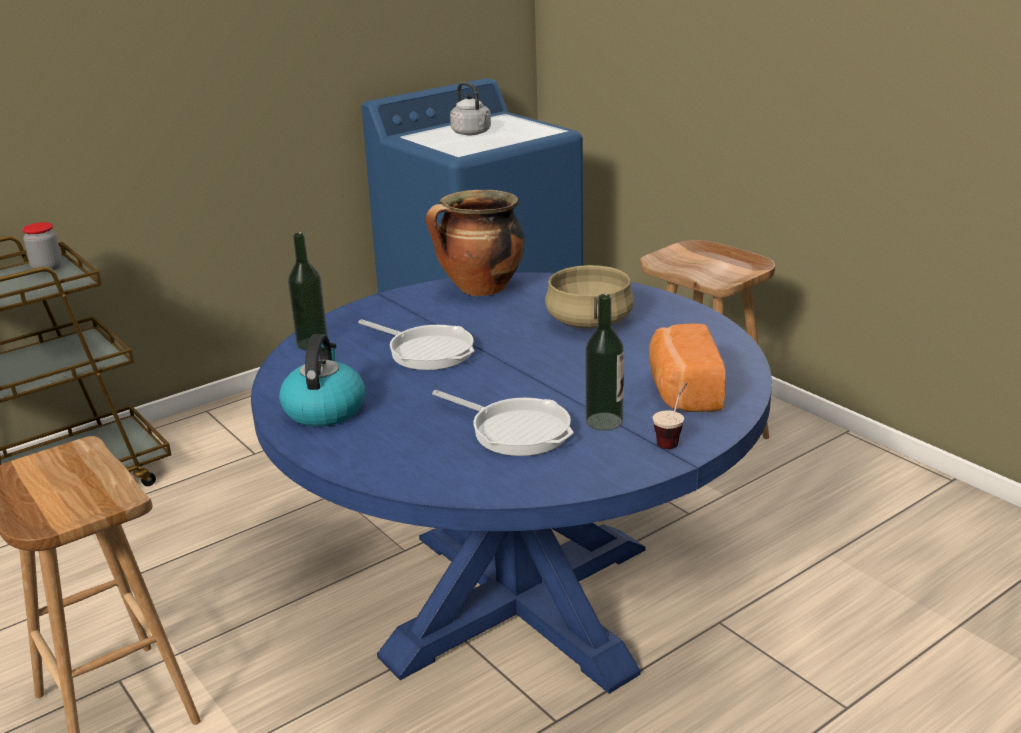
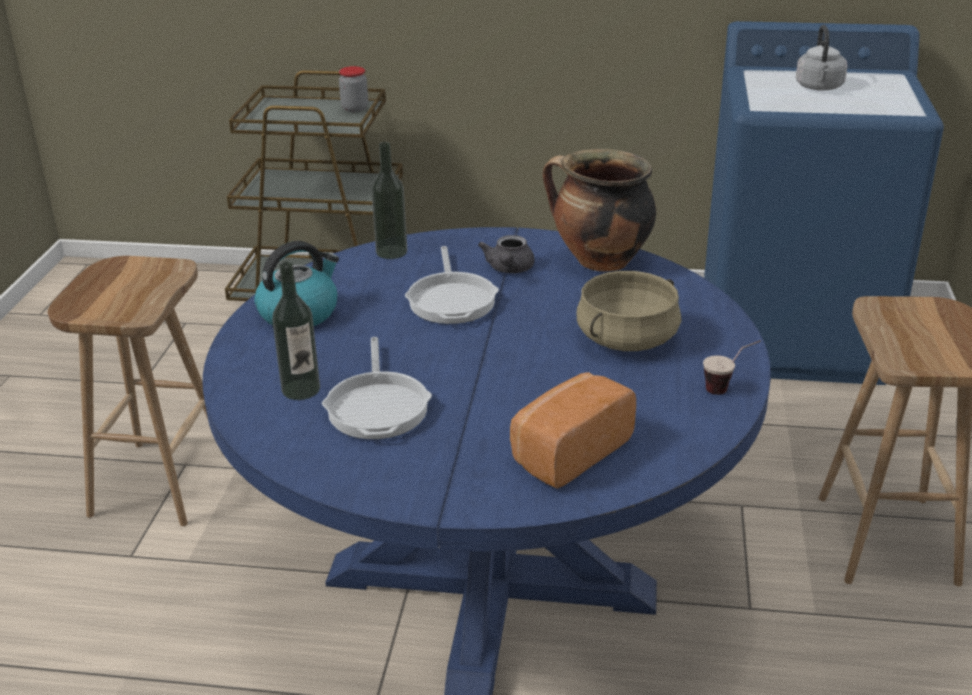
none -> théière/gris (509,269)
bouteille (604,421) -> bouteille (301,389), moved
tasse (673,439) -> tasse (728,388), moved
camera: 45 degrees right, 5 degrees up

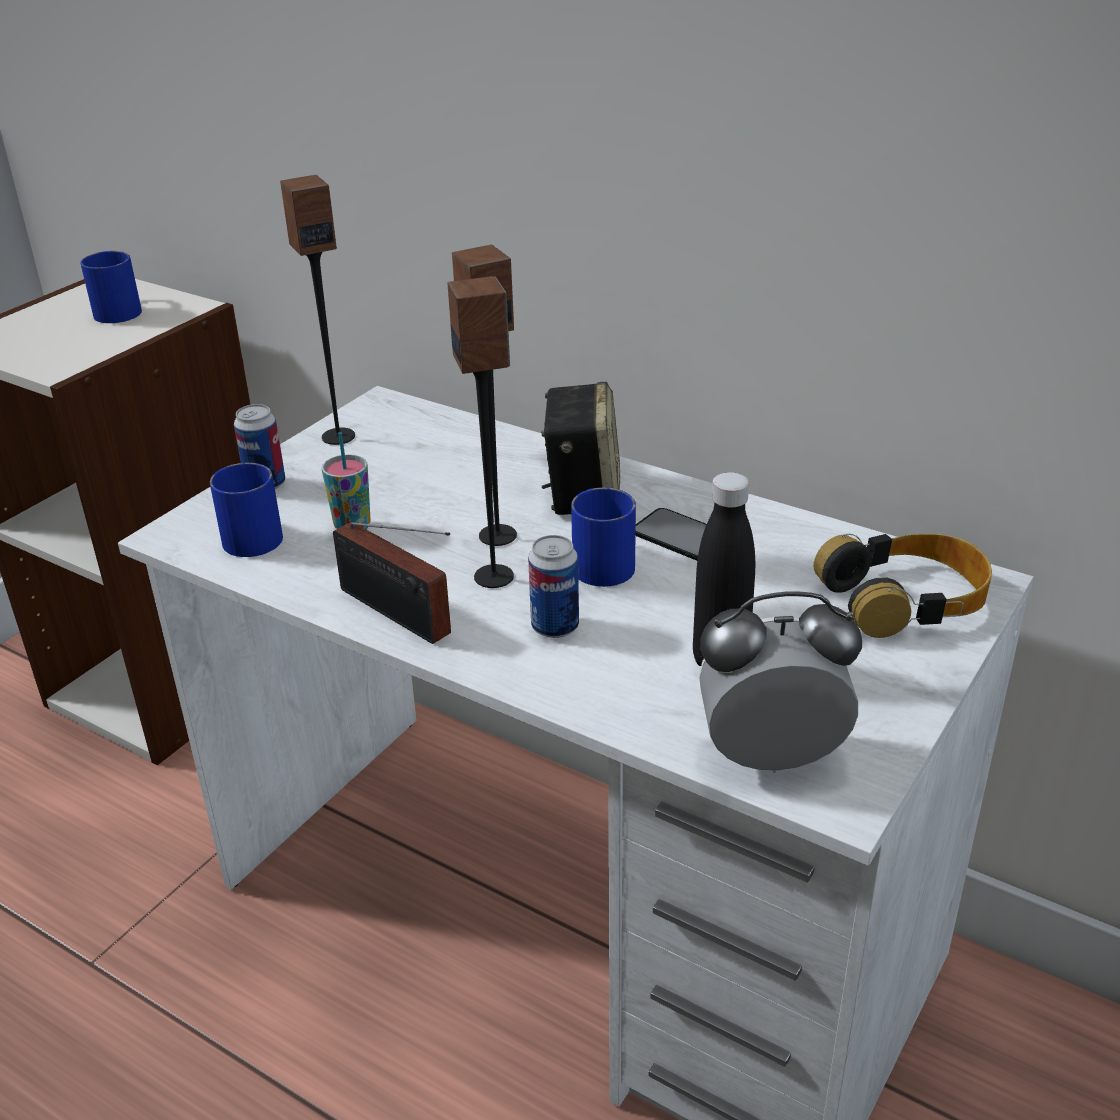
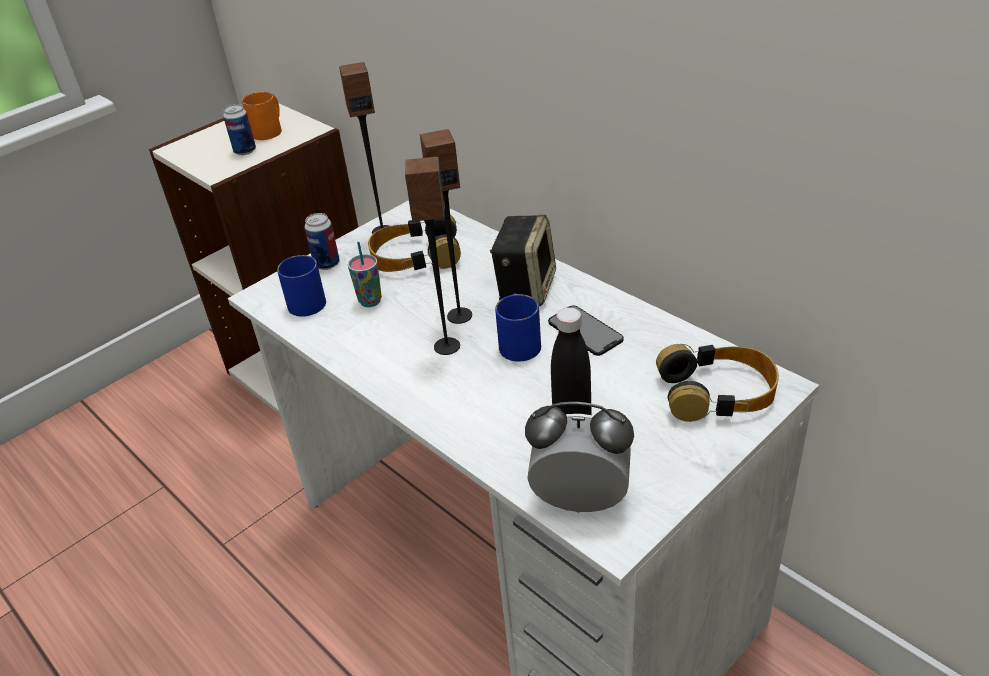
radio (399,615) -> none
none -> casque audio (415,256)
boîte métallique (555,627) -> boîte métallique (245,151), moved
mug/bleu (122,309) -> mug/orange (270,130)
camera: 15 degrees right, 5 degrees up

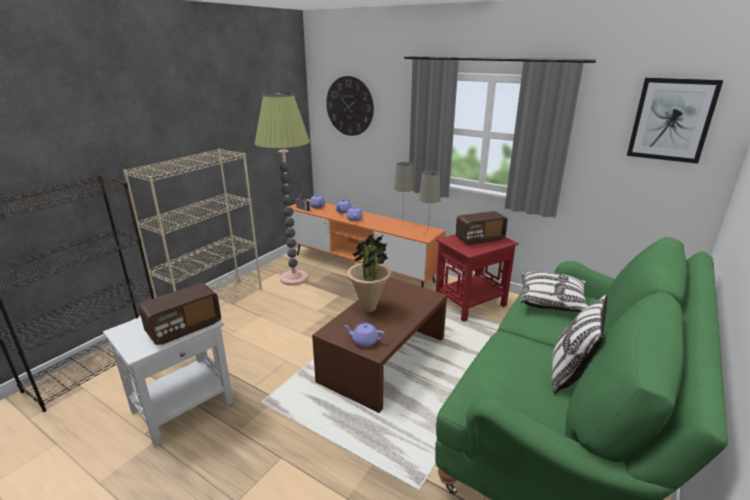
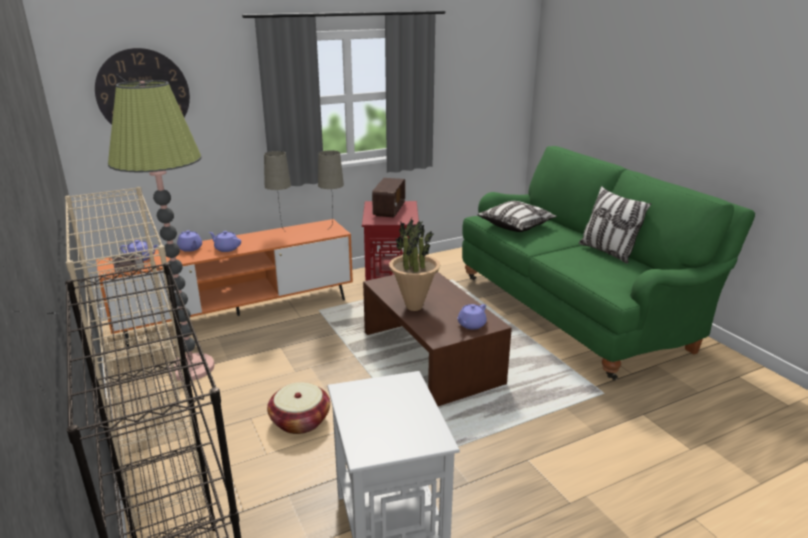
radio (184,328) -> none
tableau (671,120) -> none
none -> panier (300,421)
camera: 60 degrees left, 0 degrees up

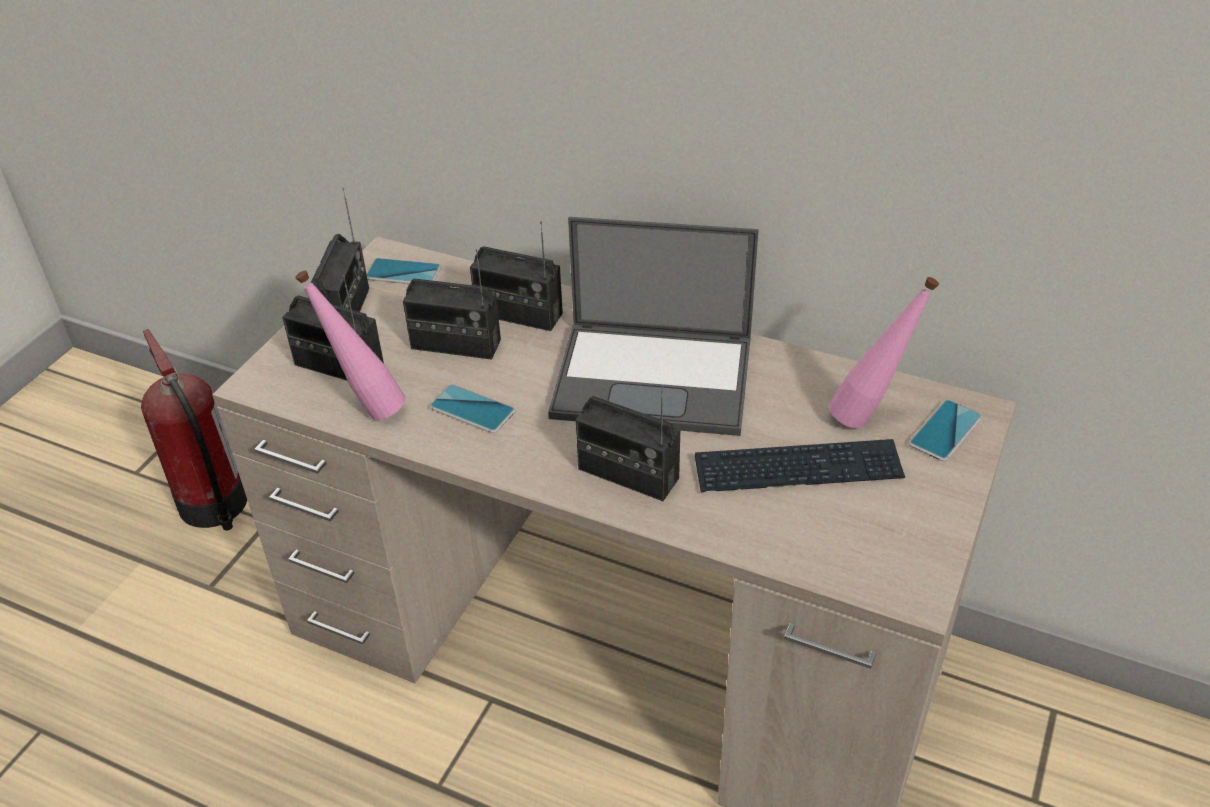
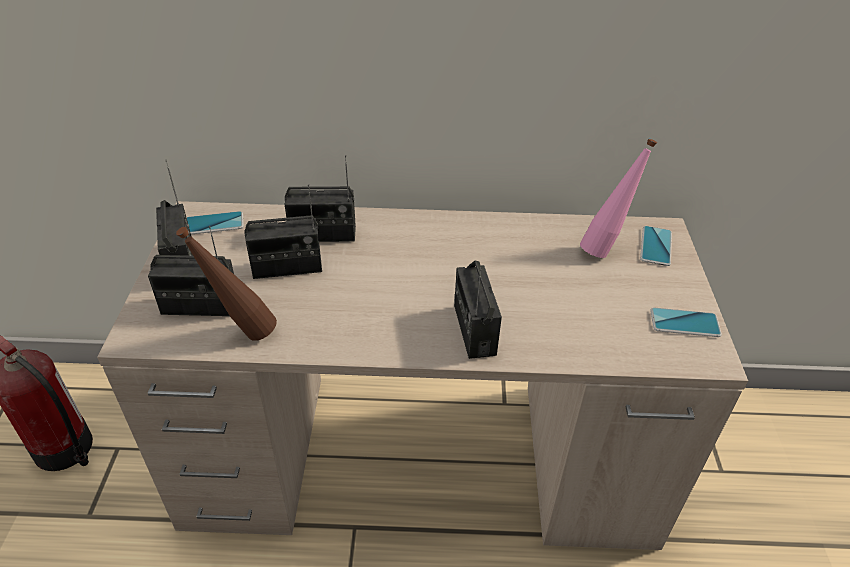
ordinateur portable (656,377) -> none
clavier (798,469) -> none
téléphone (472,409) -> téléphone (684,323), moved
bouteille/rose (366,408) -> bouteille/marron (242,333)
radio (628,474) -> radio (474,330), 75 degrees clockwise
camera: 25 degrees left, 0 degrees up

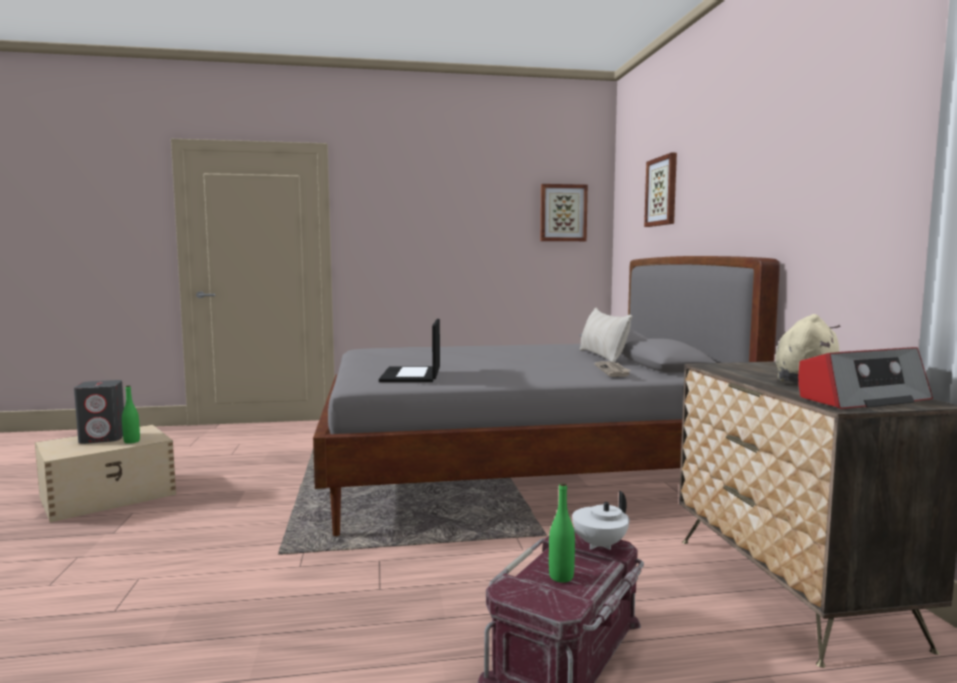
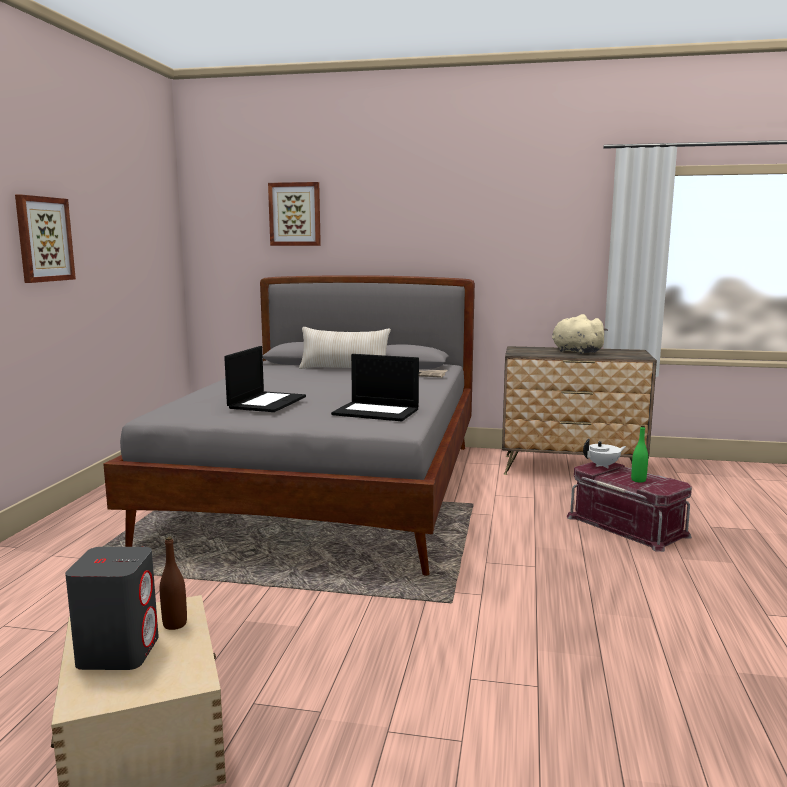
radio (861,399) -> none
none -> ordinateur portable (267,402)
tableau (563,213) -> tableau (43,239), moved
bouteille/vert (132,441) -> bouteille/marron (175,624)
théière/blanc (598,545) -> théière/blanc (603,465), 90 degrees counterclockwise
camera: 70 degrees left, 5 degrees up

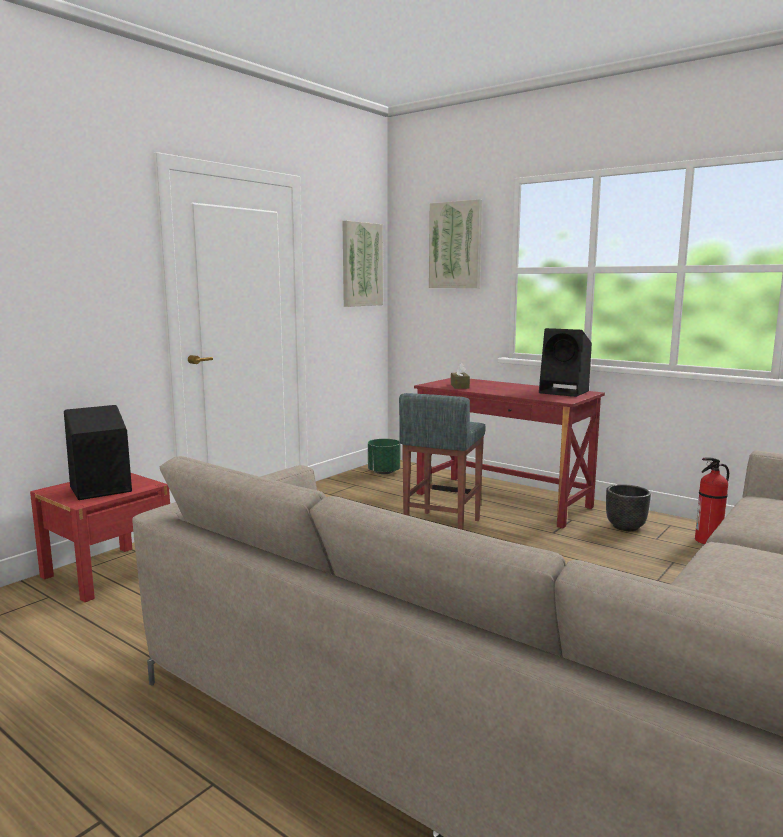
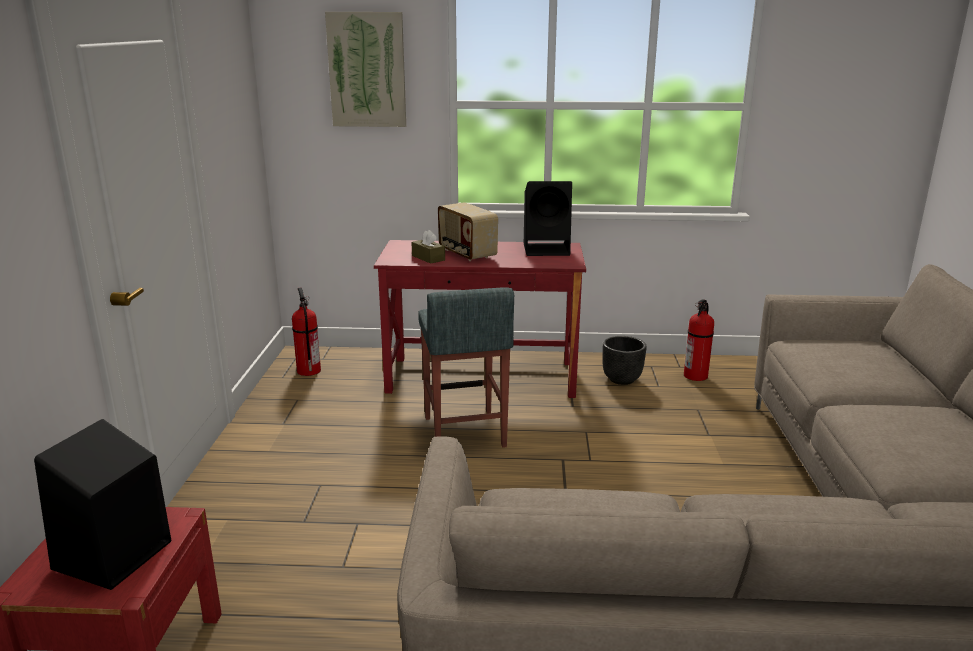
tableau (361,264) -> none
none -> radio (466,253)
cache-pot/vert (384,472) -> extincteur (308,370)
camera: 35 degrees left, 10 degrees up

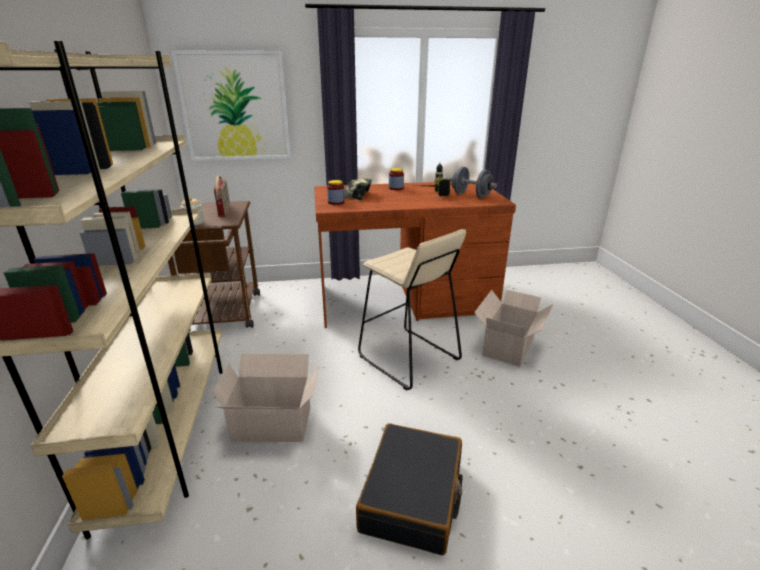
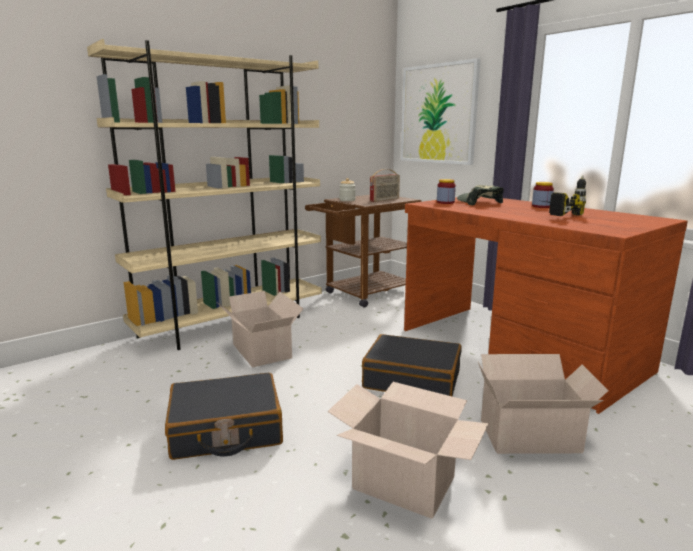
haltère/gris (471,195) -> none
none -> carton (403,483)
tabouret/beige (408,358) -> valise/noir (412,379)
camera: 60 degrees right, 10 degrees down

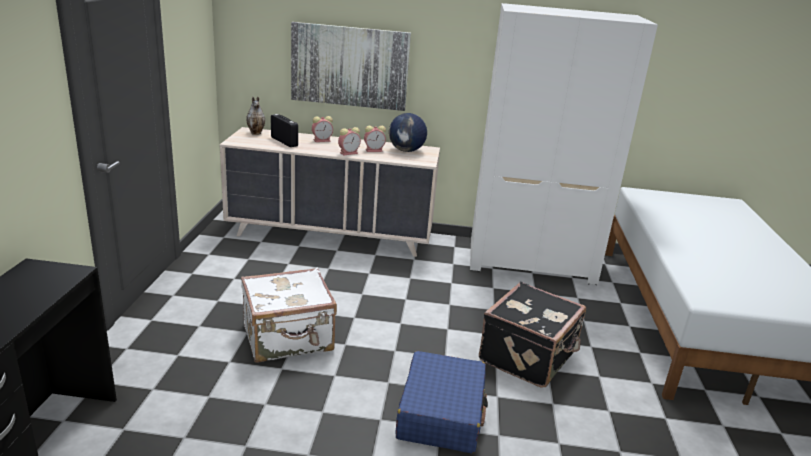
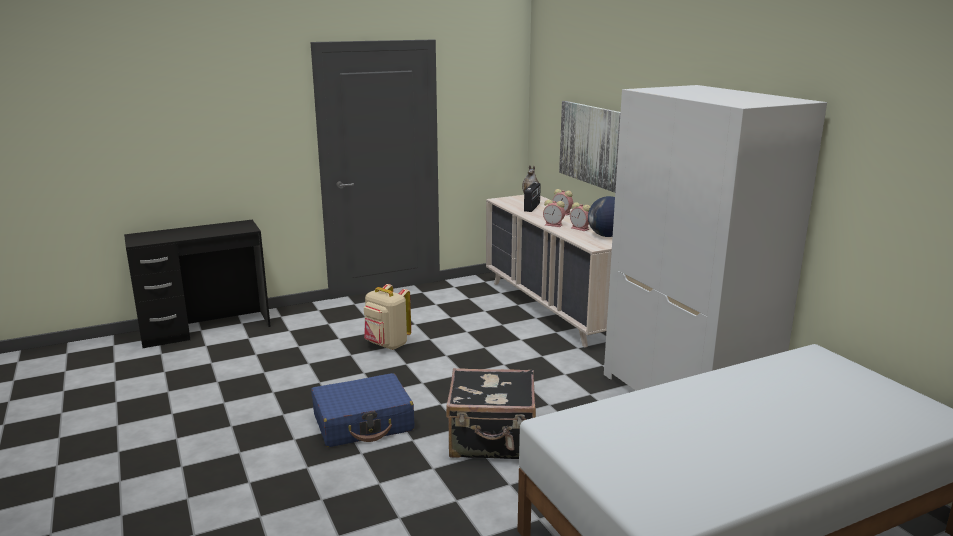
valise/blanc (288,339) -> sac à dos/beige (387,345)
camera: 60 degrees right, 5 degrees down

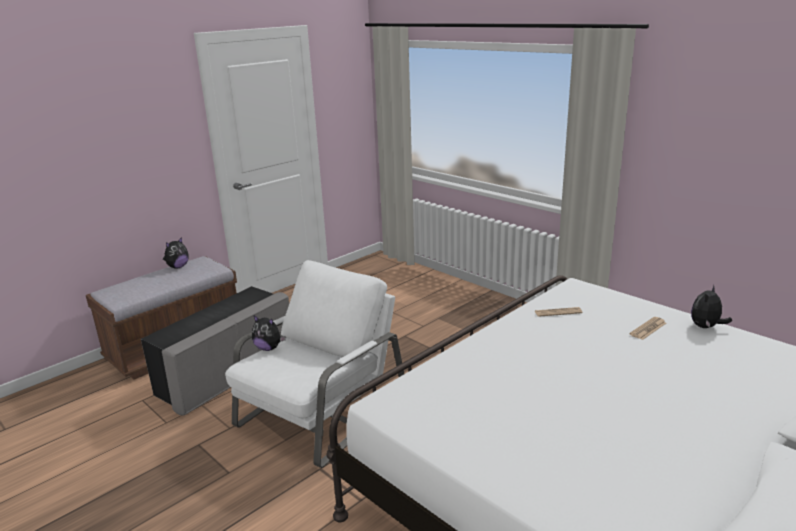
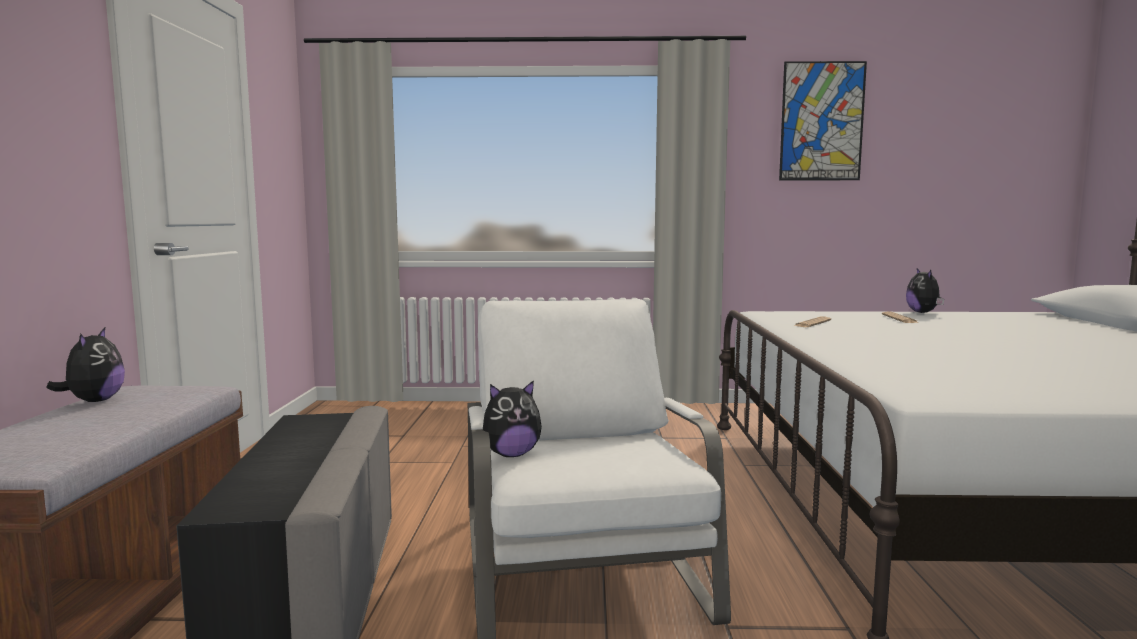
none -> tableau (821,121)
camera: 45 degrees left, 15 degrees down

